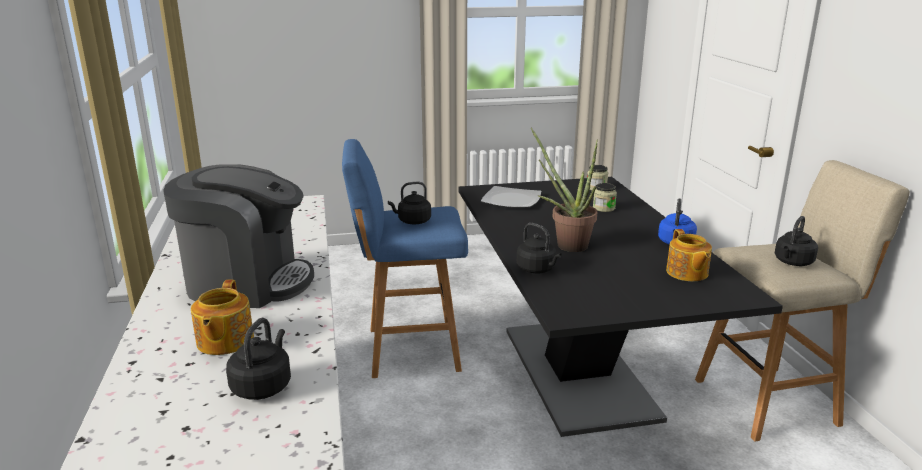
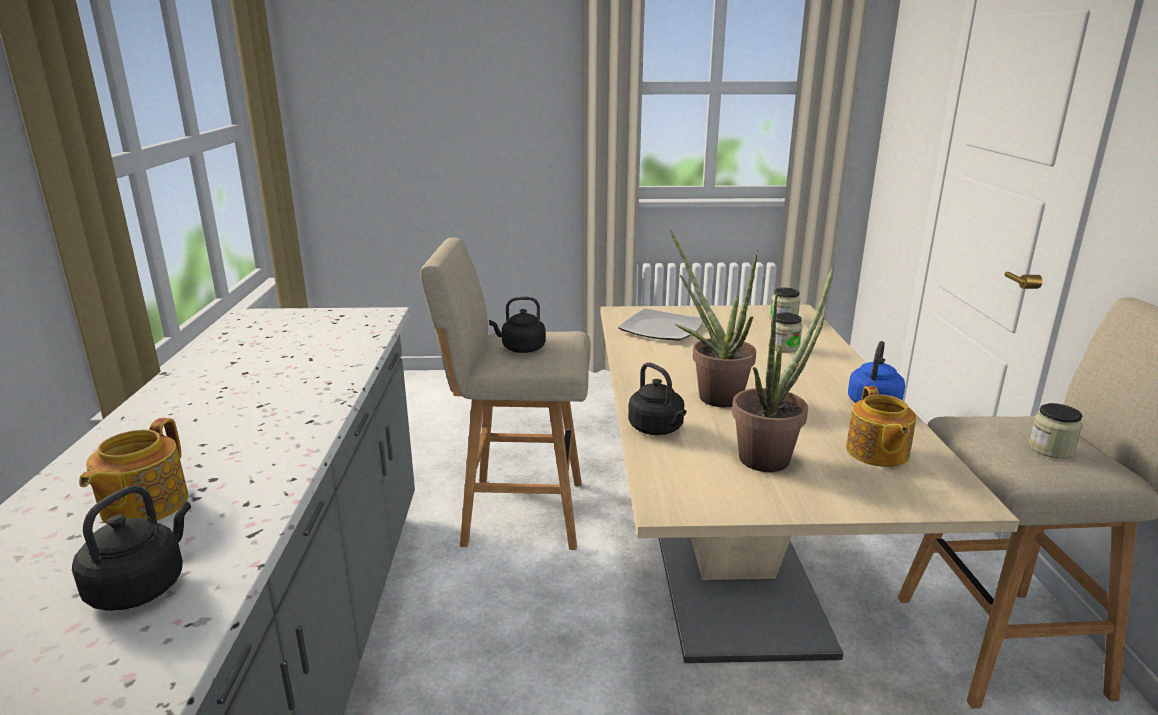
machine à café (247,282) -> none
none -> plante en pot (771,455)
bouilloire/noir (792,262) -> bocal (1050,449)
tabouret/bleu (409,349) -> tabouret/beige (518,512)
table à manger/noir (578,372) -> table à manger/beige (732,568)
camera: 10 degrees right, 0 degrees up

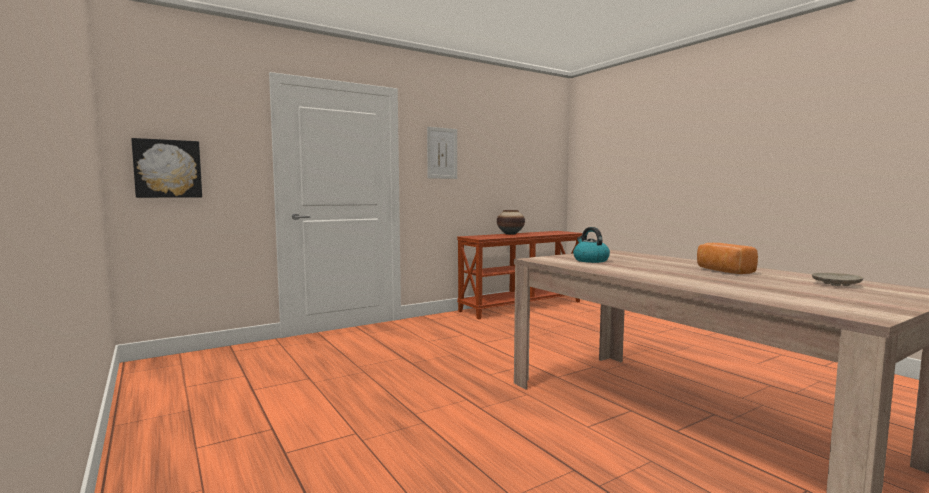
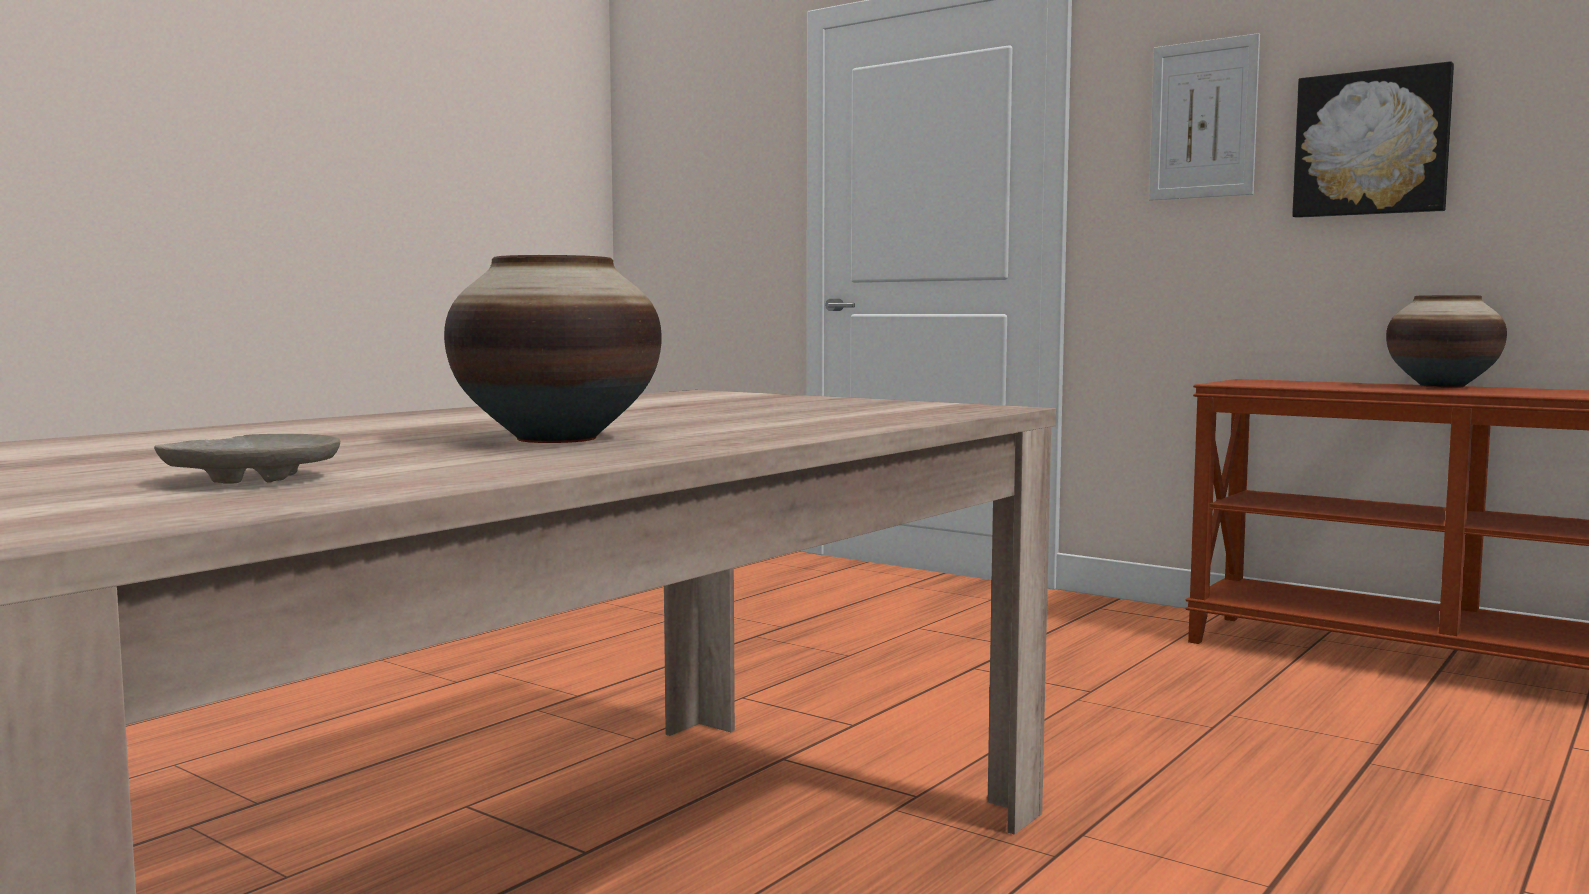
bouilloire (590,260) -> none
tableau (168,169) -> tableau (1371,143), moved
pain (722,271) -> vase (558,439)
camera: 70 degrees right, 0 degrees up

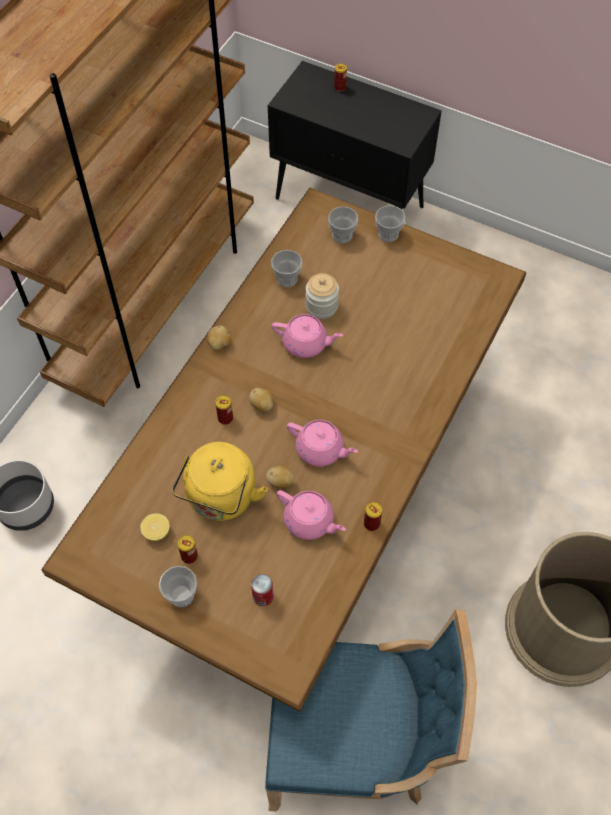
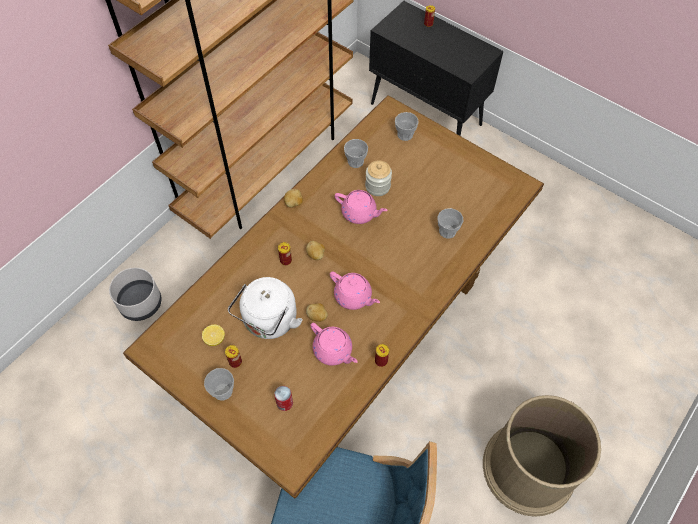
tasse (388,234) -> tasse (447,231), moved
bouilloire/jaune (220,499) -> bouilloire/blanc (268,322)
camera: 10 degrees right, 0 degrees up

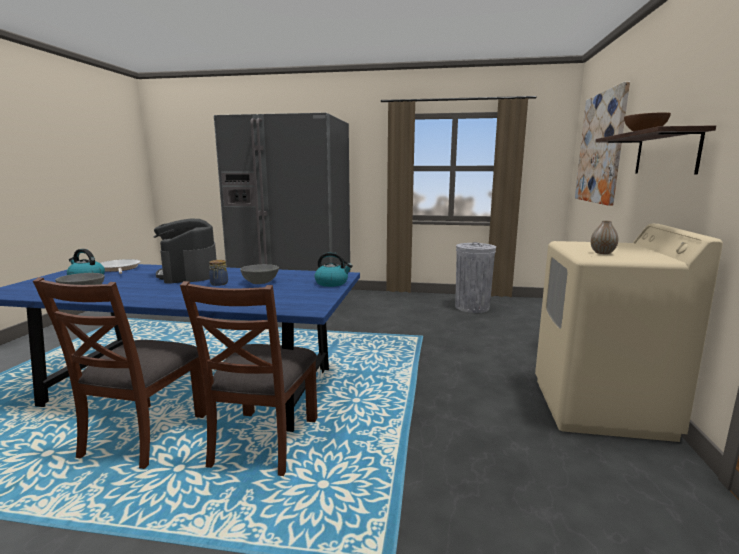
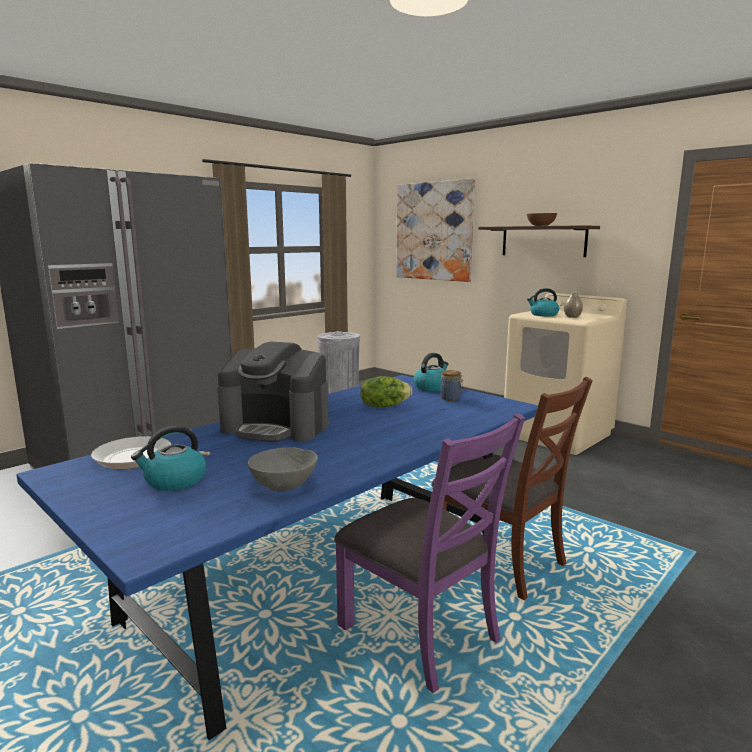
none -> bouilloire (543,315)
bocal (219,284) -> bocal (451,398), moved
bol/gris (260,282) -> laitue (384,406)
chaise/marron (144,435) -> chaise/violet (420,633)
camera: 55 degrees left, 0 degrees up

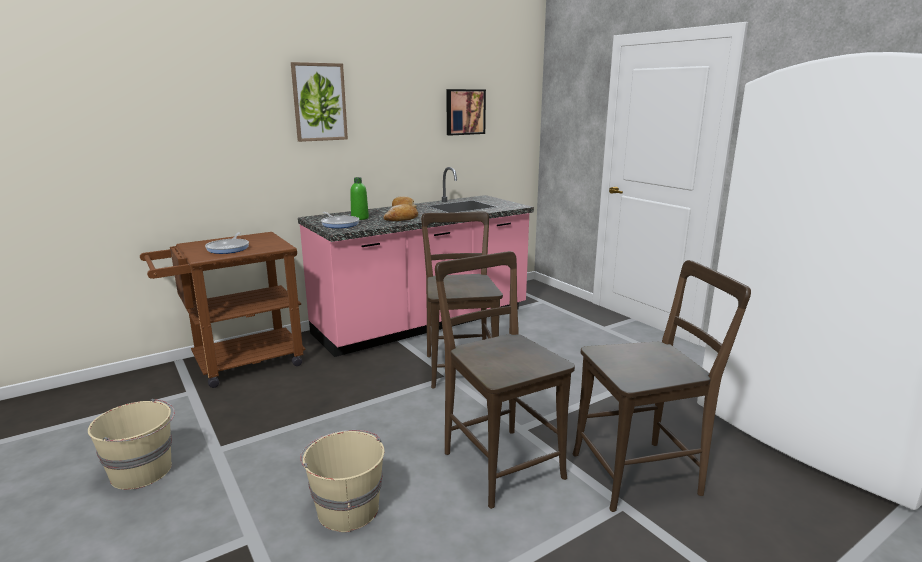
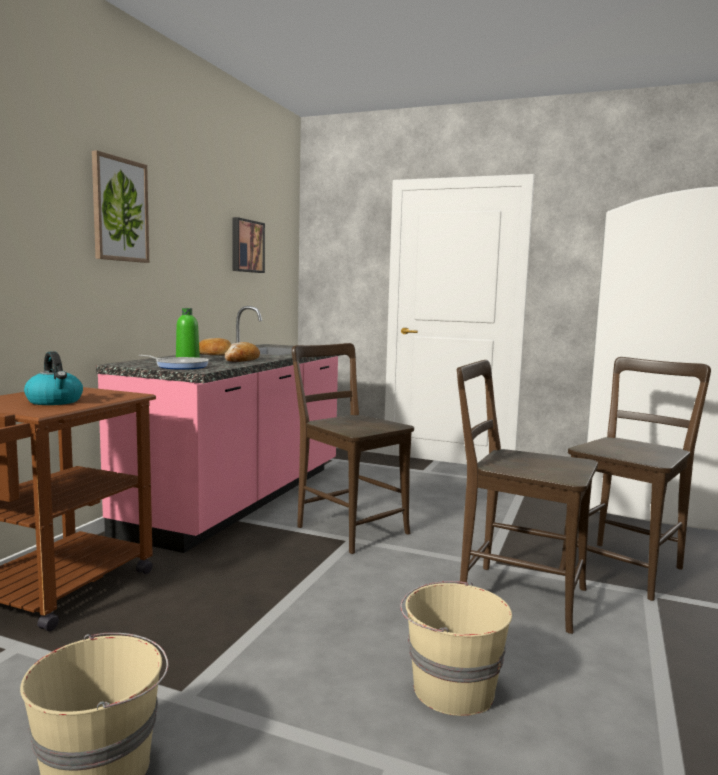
poêle (229,248) -> bouilloire (55,401)
camera: 35 degrees left, 10 degrees down

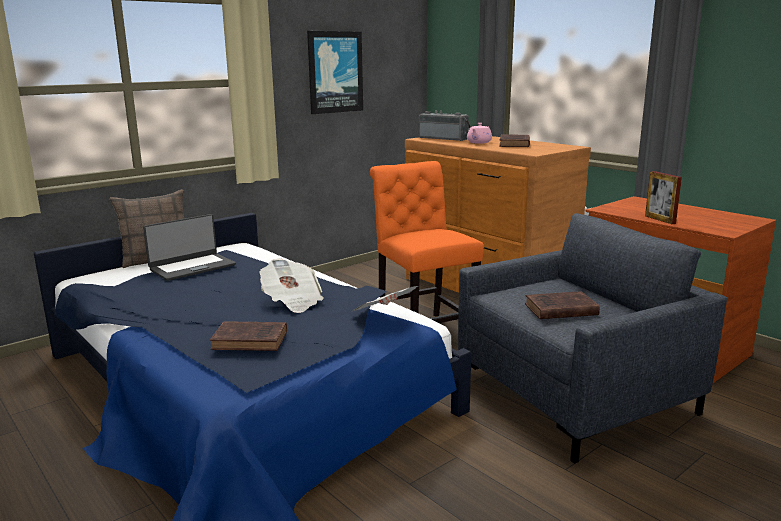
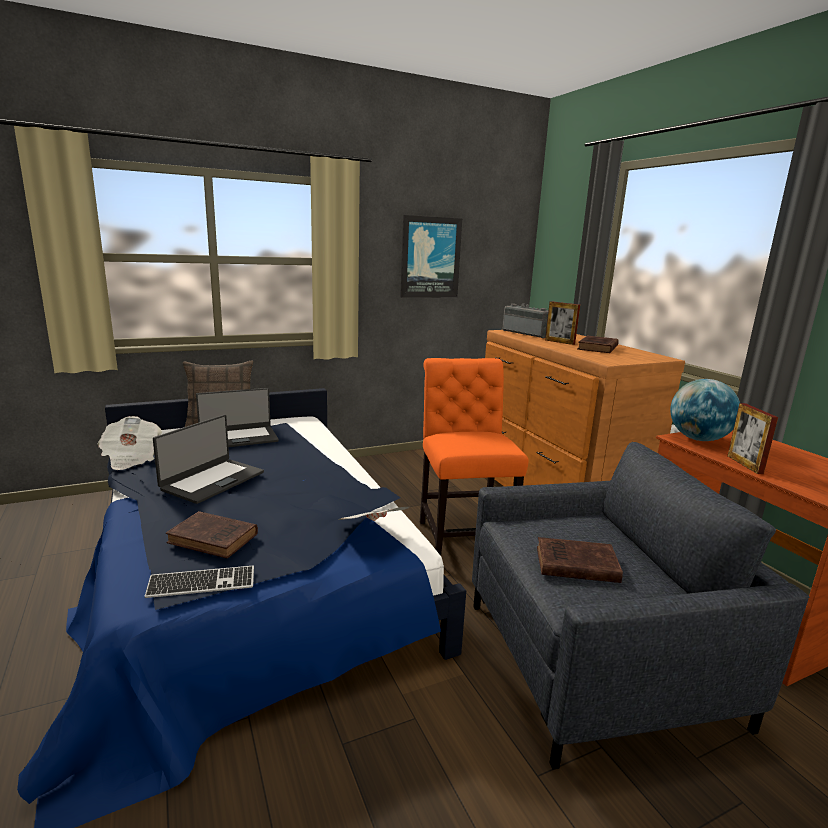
none -> clavier (201,584)
none -> ordinateur portable (212,480)
none -> globe (698,439)
journal (292,301) -> journal (131,458), moved
théière/rose (478,142) -> cadre photo (559,342)
camera: 15 degrees right, 0 degrees up

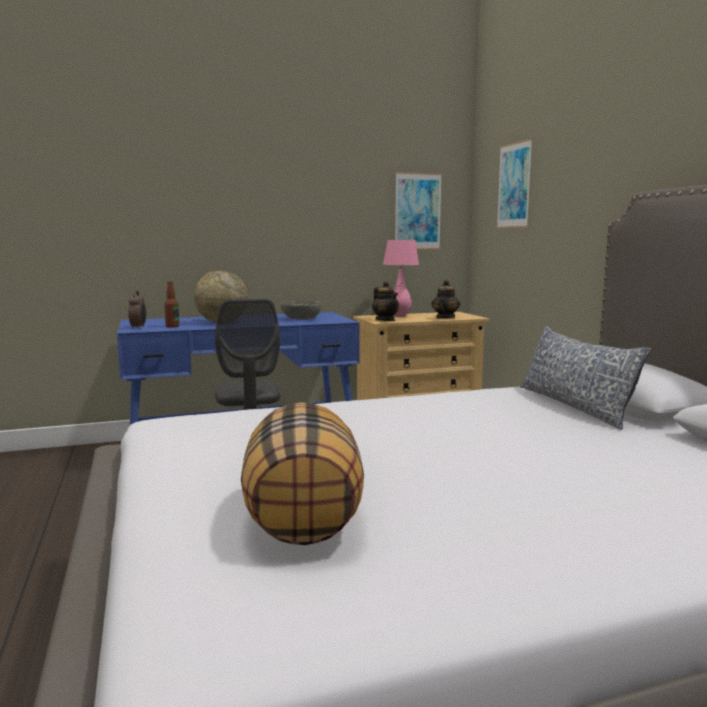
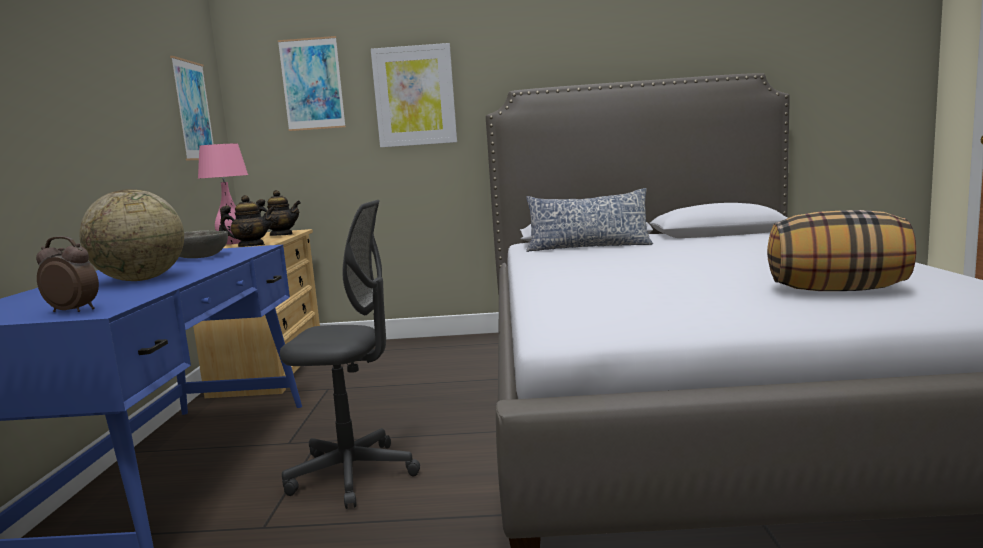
bouteille (172,326) -> none
none -> tableau (414,96)
théière (445,318) -> théière (281,235), 150 degrees clockwise
camera: 70 degrees left, 0 degrees up

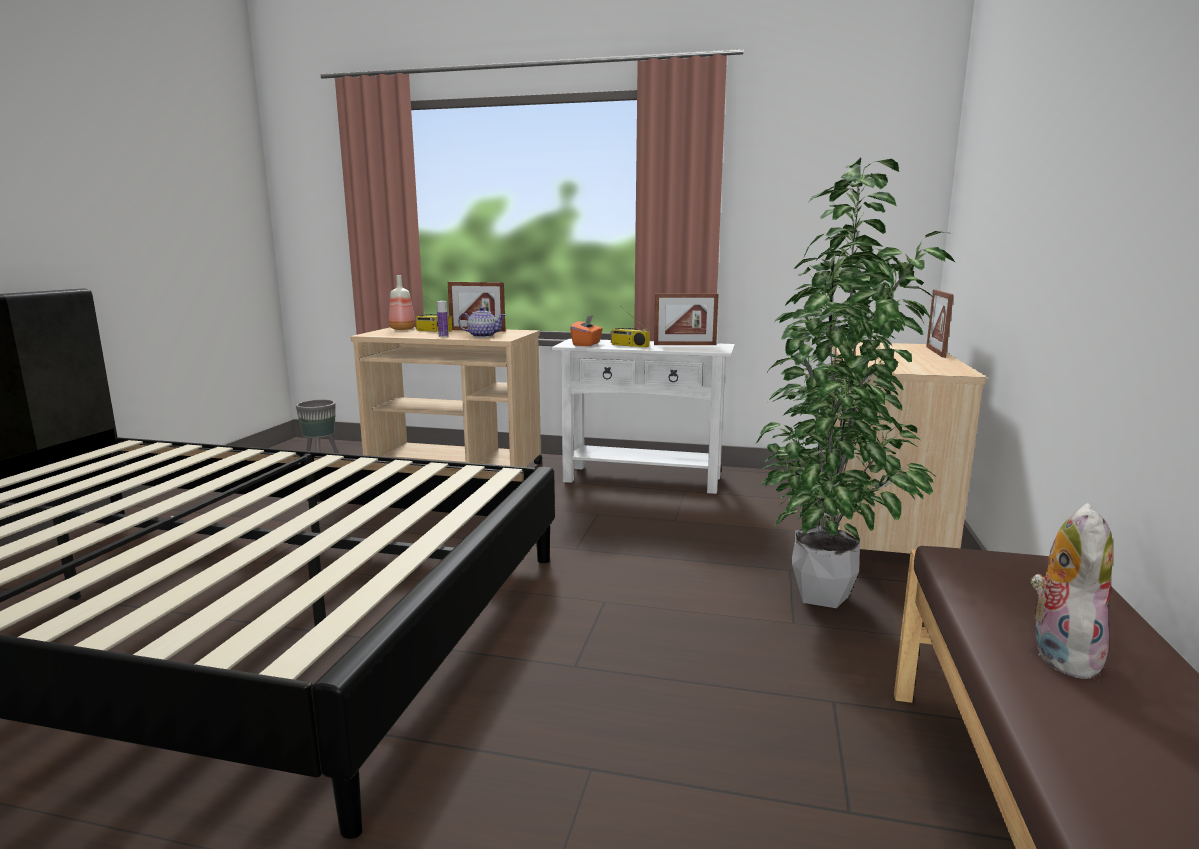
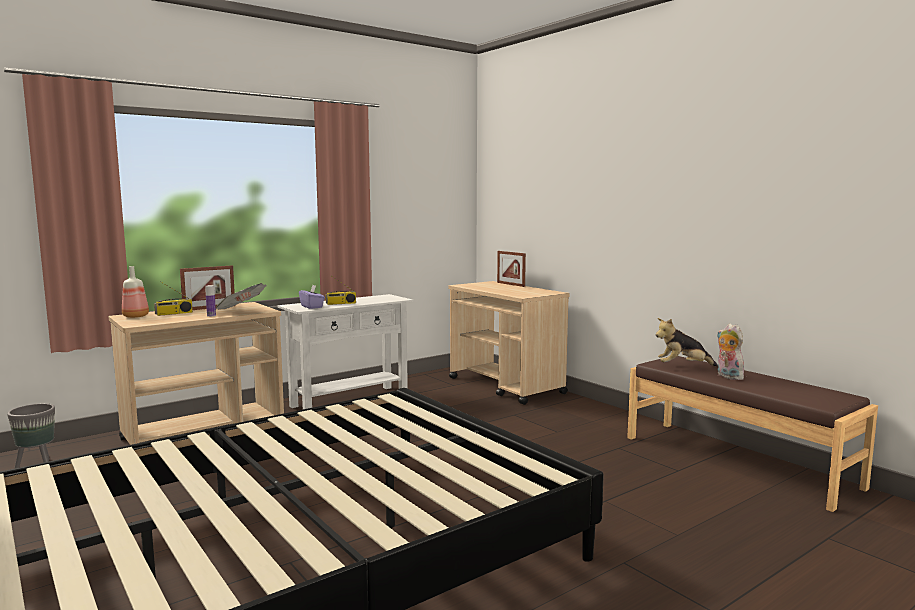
cadre photo (685,345) -> none
plante en pot (829,597) -> none
none -> peluche (682,366)
théière (482,336) -> journal (240,311)
boîte à mouchoirs/orange (587,344) -> boîte à mouchoirs/violet (312,307)
camera: 50 degrees left, 5 degrees down

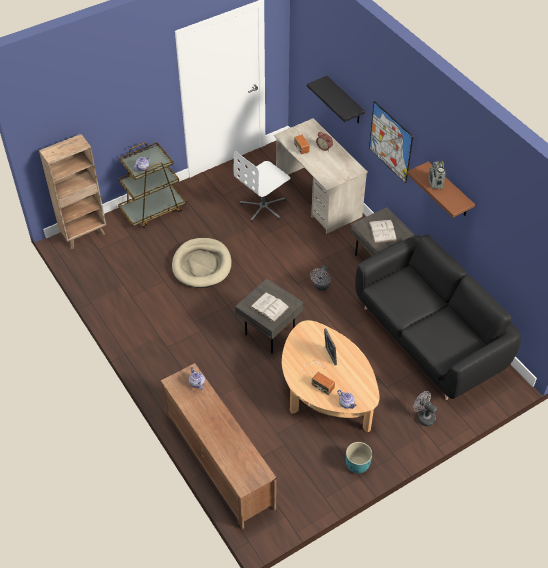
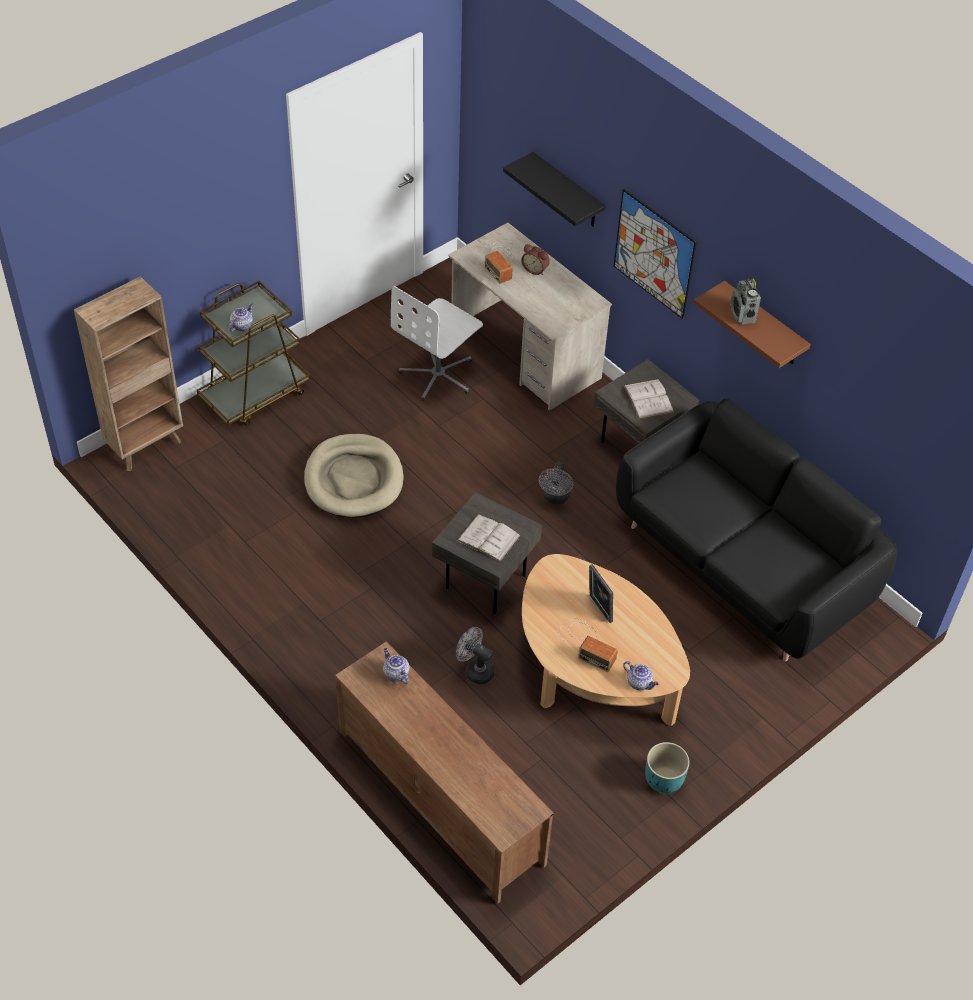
ventilateur/gris (423,417) -> ventilateur/gris (475,670), moved
camera: 10 degrees left, 0 degrees up

